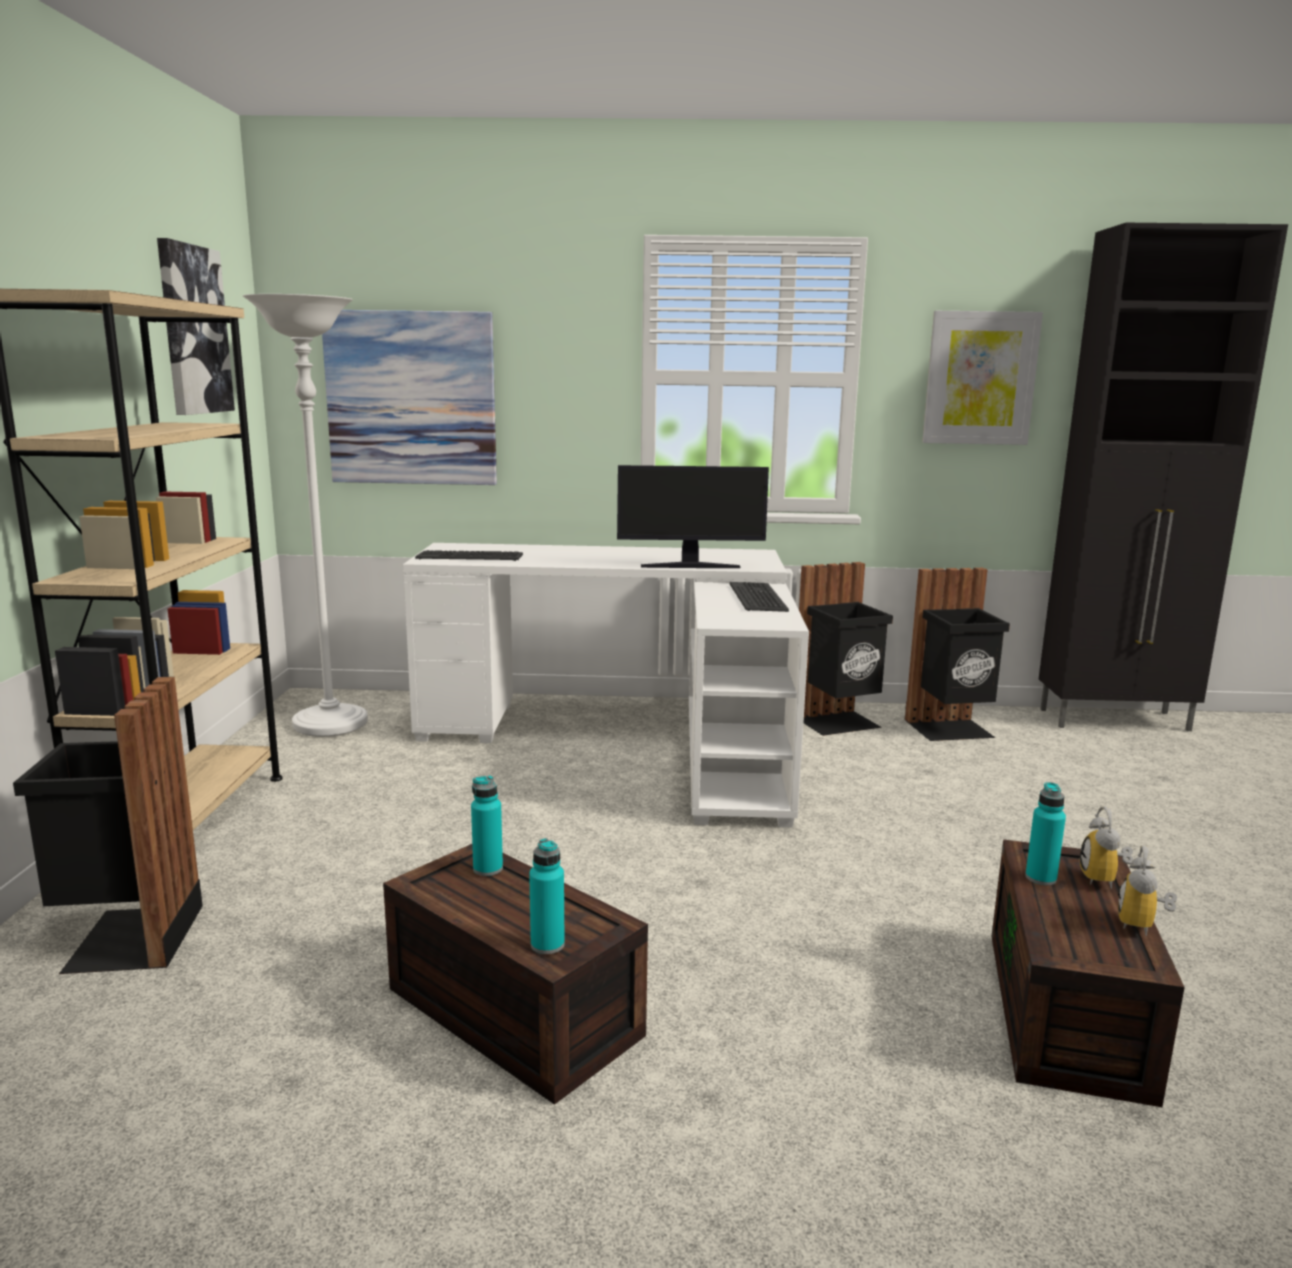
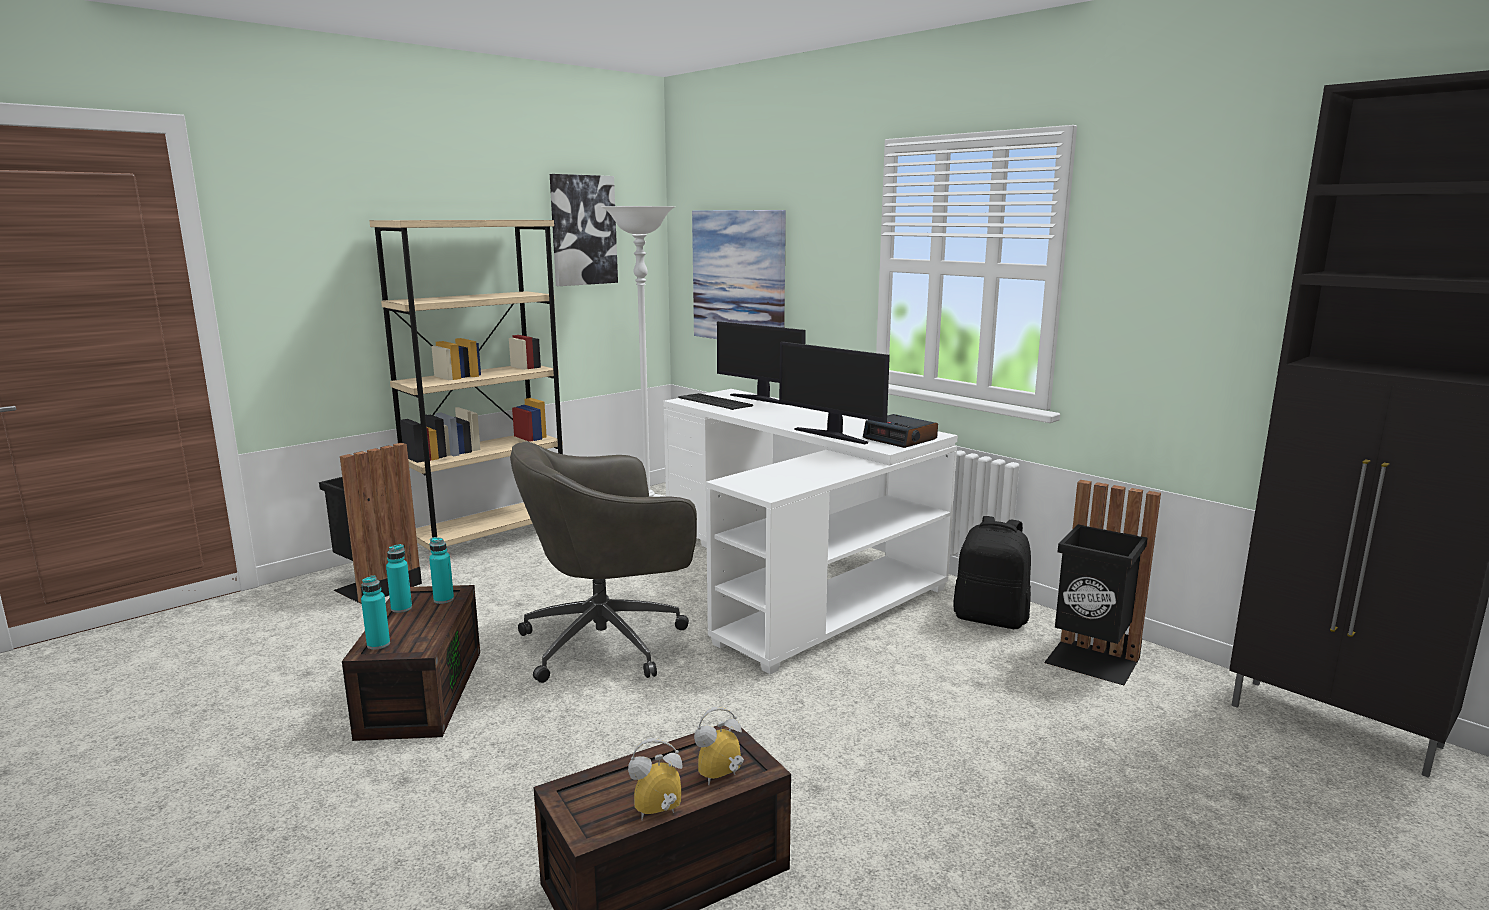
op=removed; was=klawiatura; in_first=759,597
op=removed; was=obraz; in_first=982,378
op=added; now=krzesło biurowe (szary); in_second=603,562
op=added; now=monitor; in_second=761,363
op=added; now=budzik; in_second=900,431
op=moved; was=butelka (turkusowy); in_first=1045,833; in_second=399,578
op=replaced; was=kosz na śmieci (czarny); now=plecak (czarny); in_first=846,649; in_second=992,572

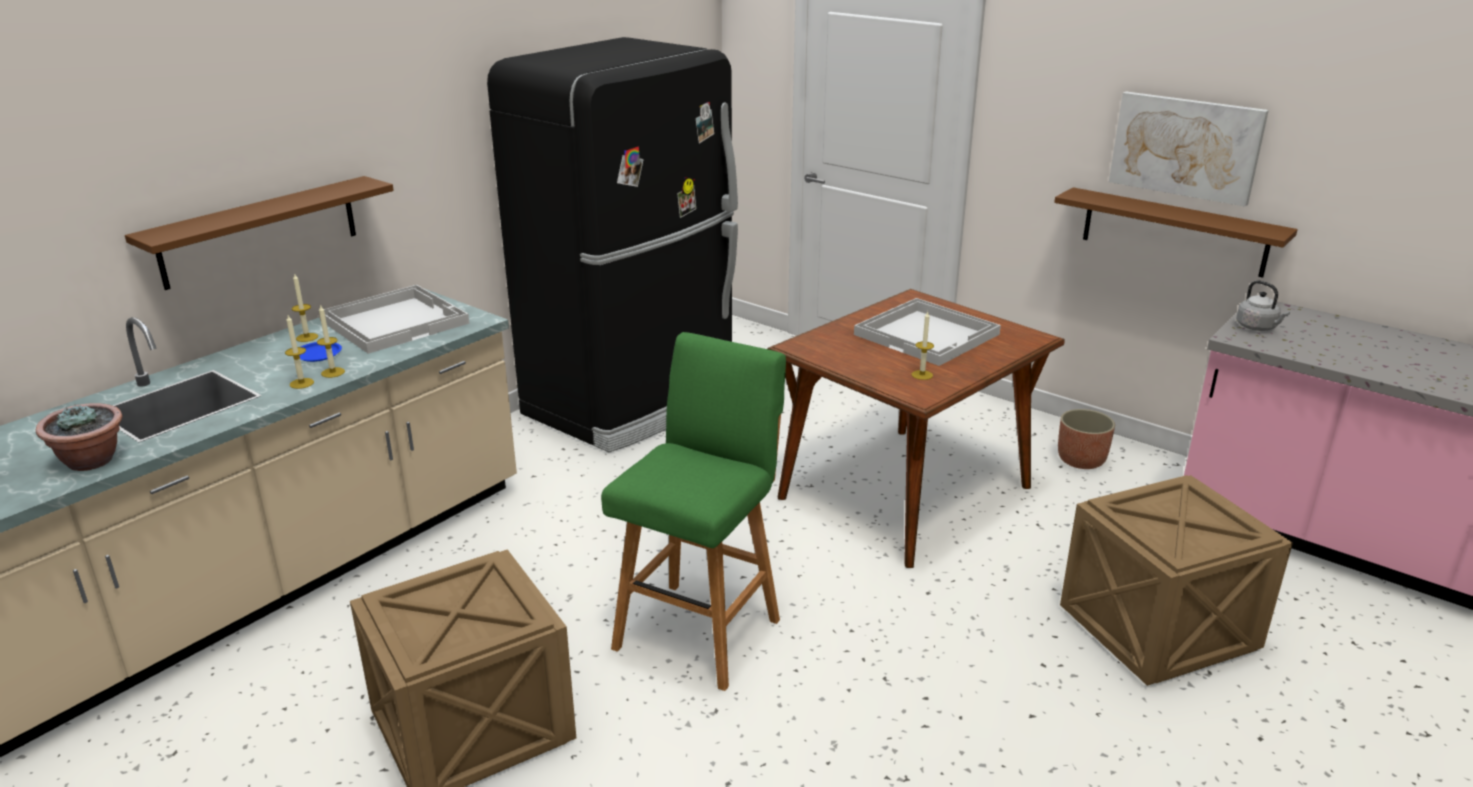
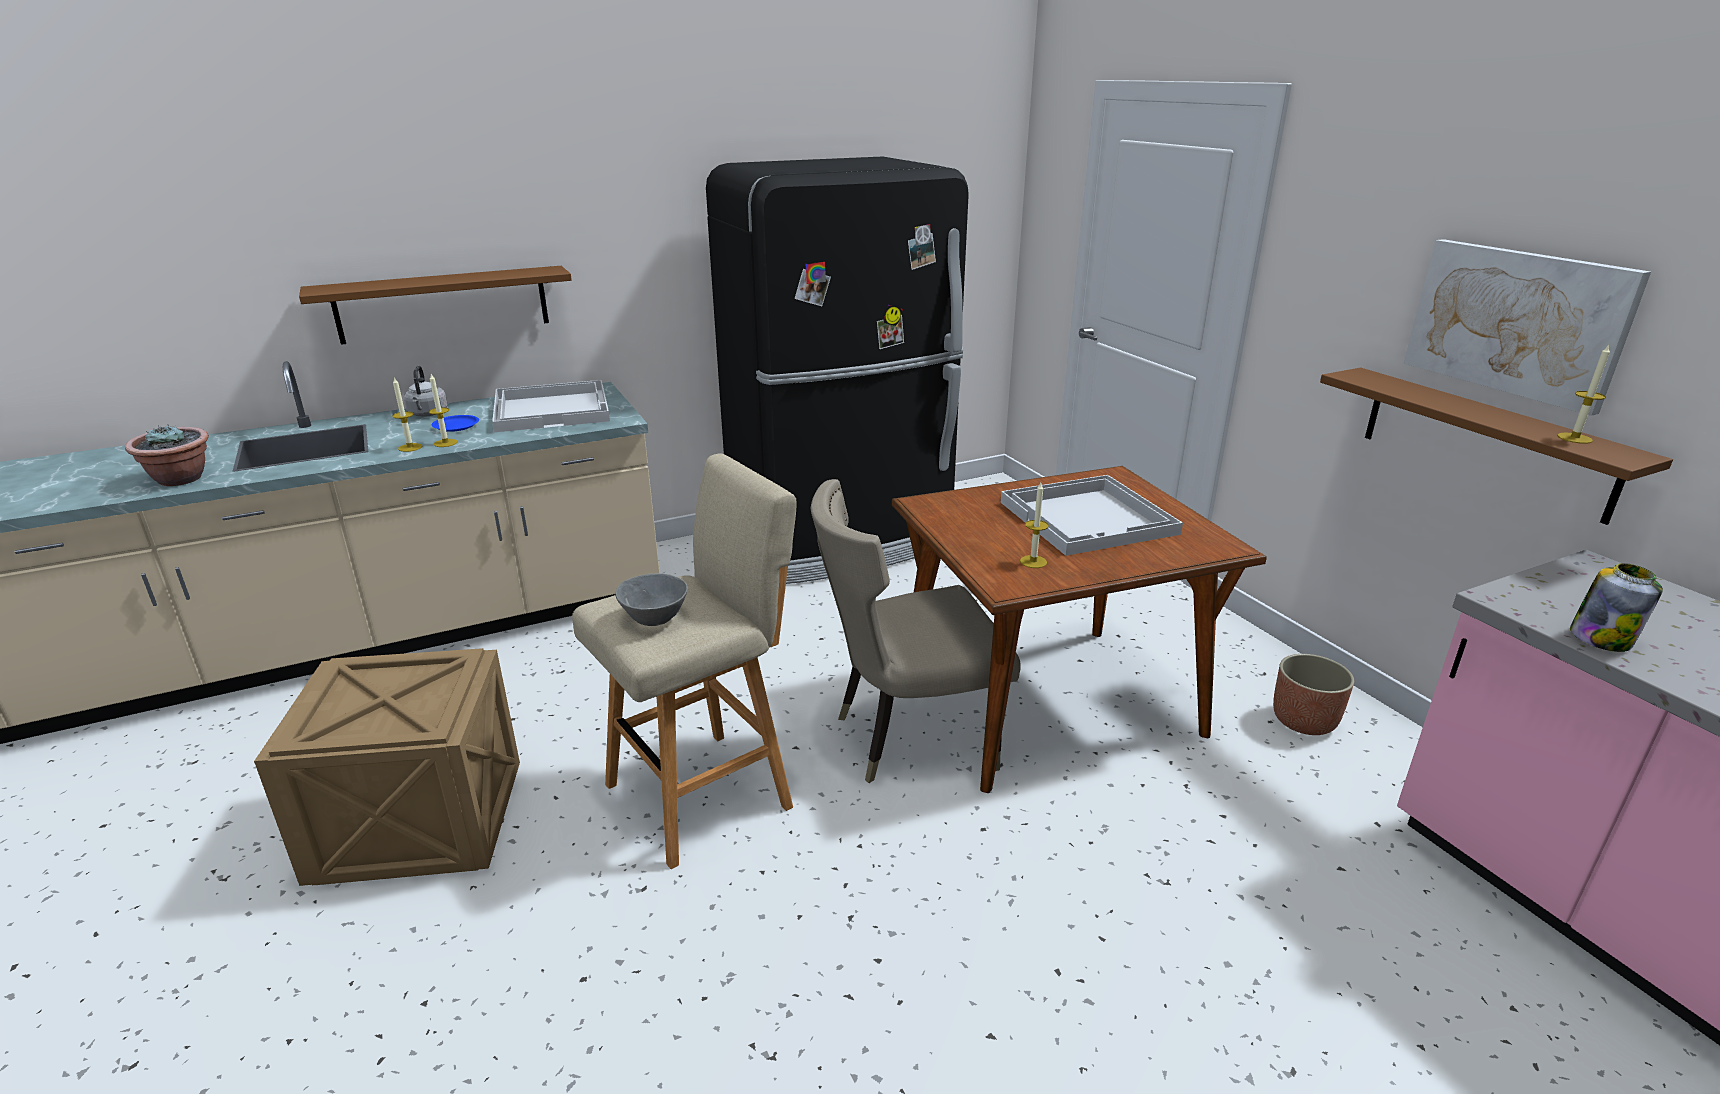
op=removed; was=skrzynka; in_first=1176,580
op=added; now=miska (szary); in_second=651,599
op=added; now=krzesło (beżowy); in_second=916,631
op=added; now=słoik; in_second=1616,607
op=moved; was=świeca; in_first=305,308; in_second=1583,394
op=moved; was=czajnik (szary); in_first=1263,305; in_second=426,391
op=recoloured; was=stołek (zielony); now=stołek (beżowy); in_first=693,511; in_second=684,661

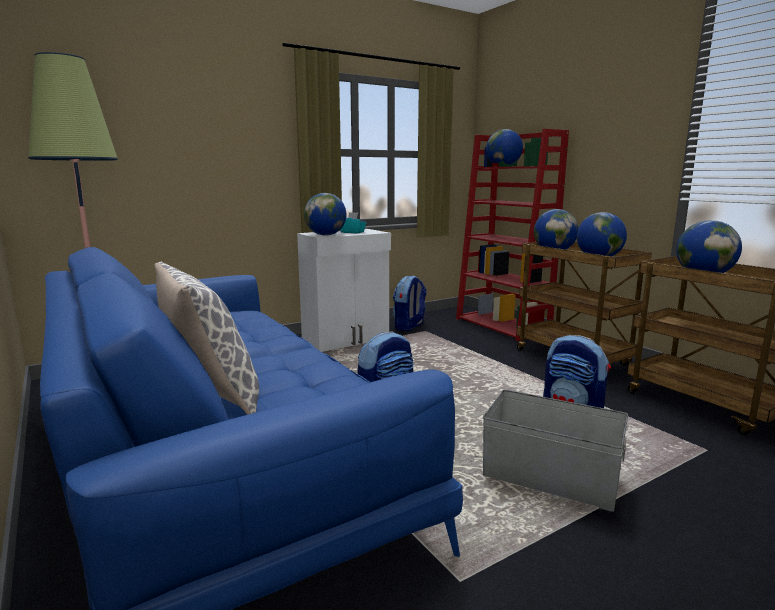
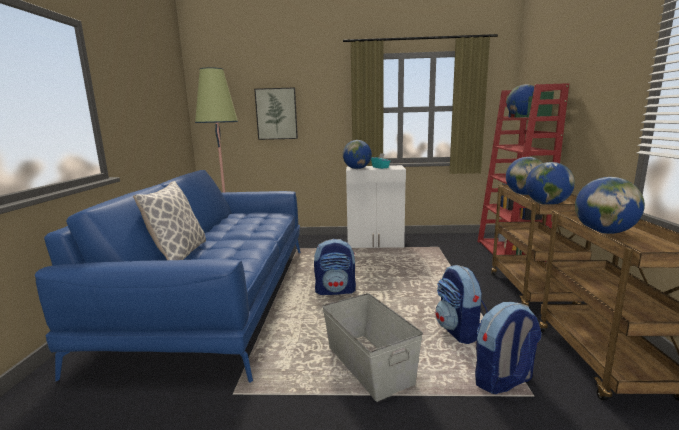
op=added; now=obraz; in_second=276,113
op=moved; was=plecak; in_first=409,303; in_second=508,348

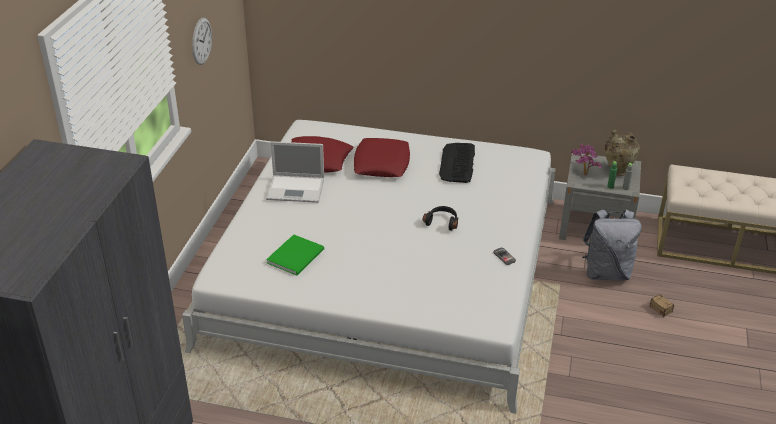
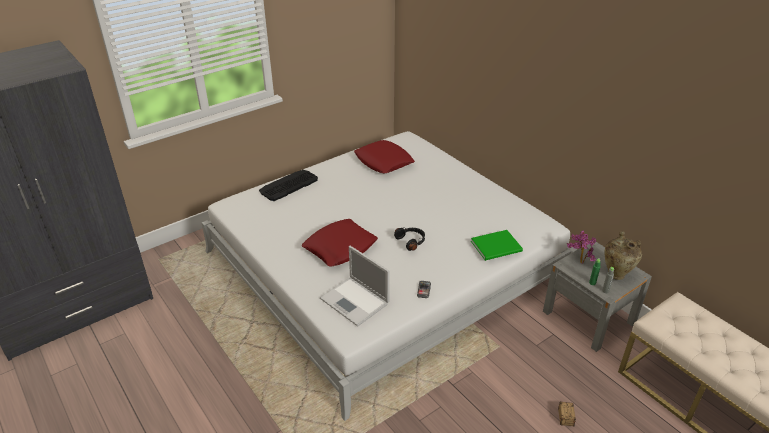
op=removed; was=zegar ścienny; in_first=202,41
op=removed; was=plecak (szary); in_first=612,245
op=moved; was=laptop; in_first=295,172; in_second=355,286
op=moved; was=książka (zielony); in_first=295,254; in_second=497,245
op=moved; was=poduszka (czerwony); in_first=382,157; in_second=340,242
op=moved; was=klawiatura; in_first=457,163; in_second=288,185

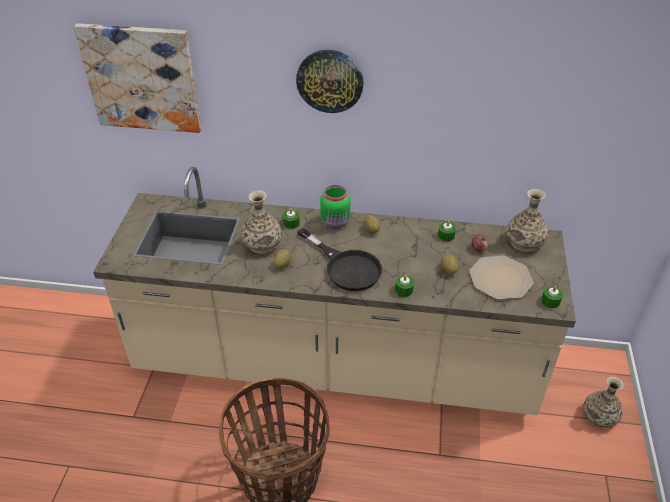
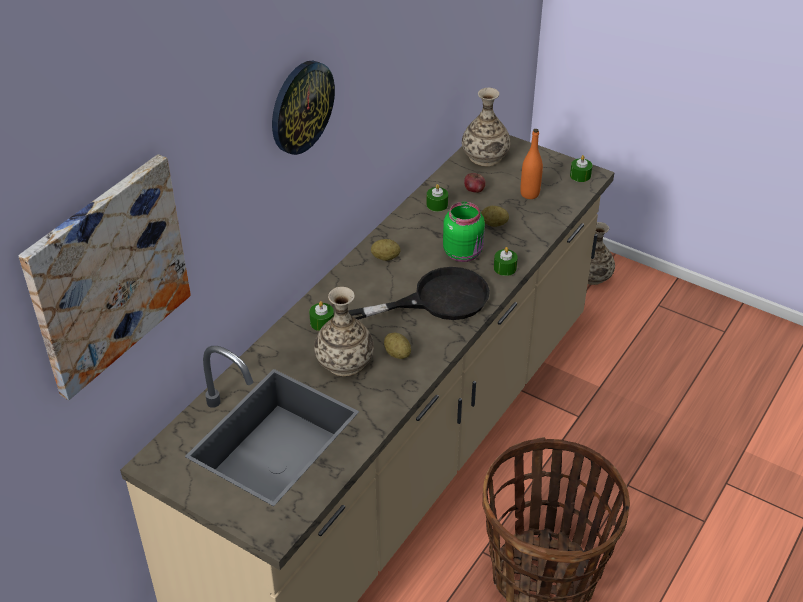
op=moved; was=słoik (zielony); in_first=335,207; in_second=464,232
op=replaced; was=talerz; now=butelka (pomarańczowy); in_first=501,278; in_second=531,164

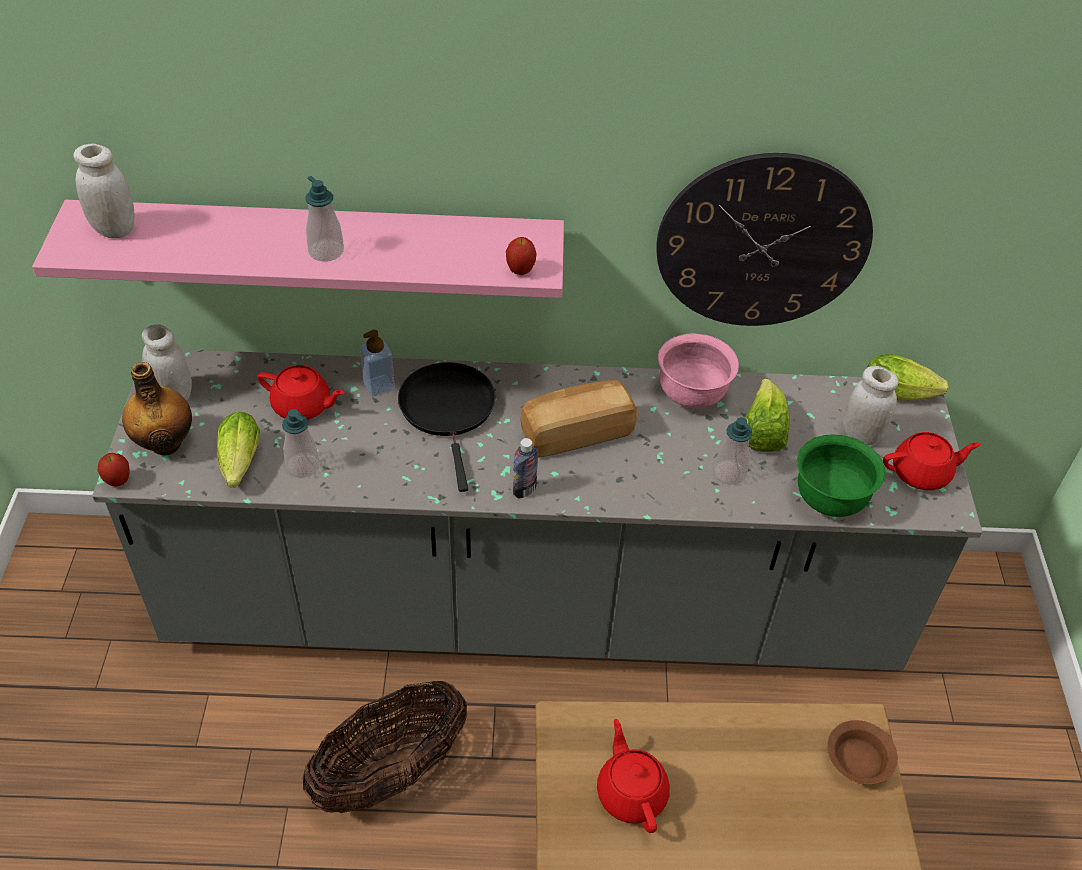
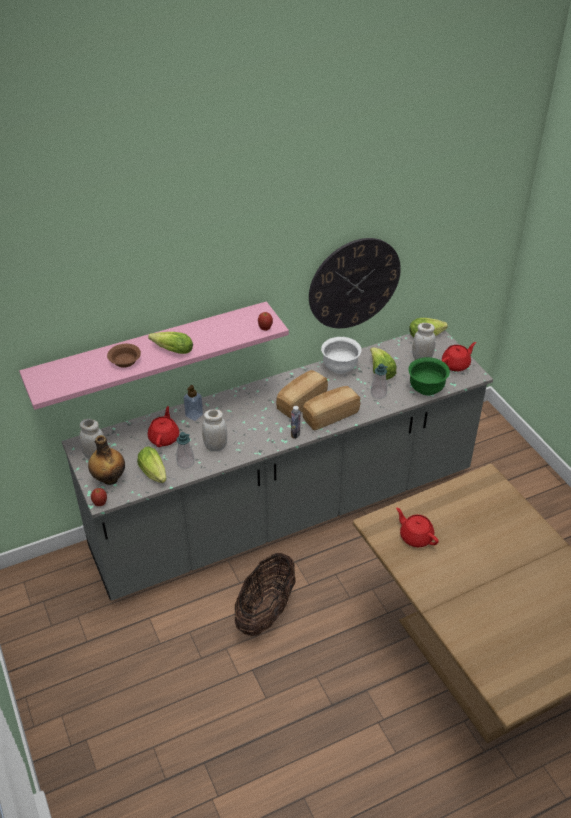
op=removed; was=patelnia (czarny); in_first=447,427
op=added; now=chleb; in_second=331,408
op=moved; was=słoik (biały); in_first=103,191; in_second=214,430
op=moved; was=miska (brązowy); in_first=862,752; in_second=124,356
op=replaced; was=dozownik mydła; now=sałata; in_first=324,219; in_second=170,343
op=recoloured; was=miska (różowy); now=miska (biały); in_first=698,371; in_second=341,355
op=turned; was=imbryk (czerwony); in_first=301,392; in_second=163,426; clockwise=-75

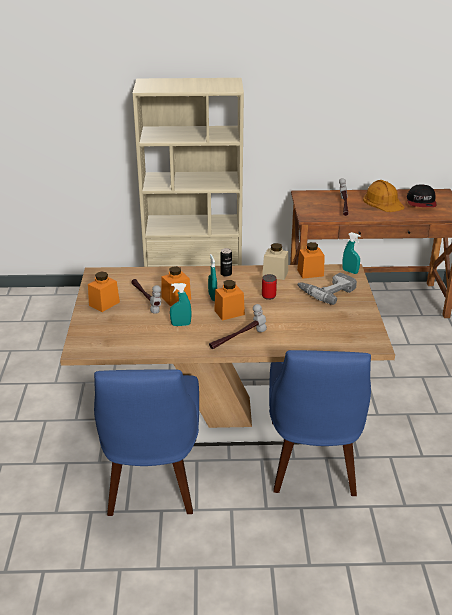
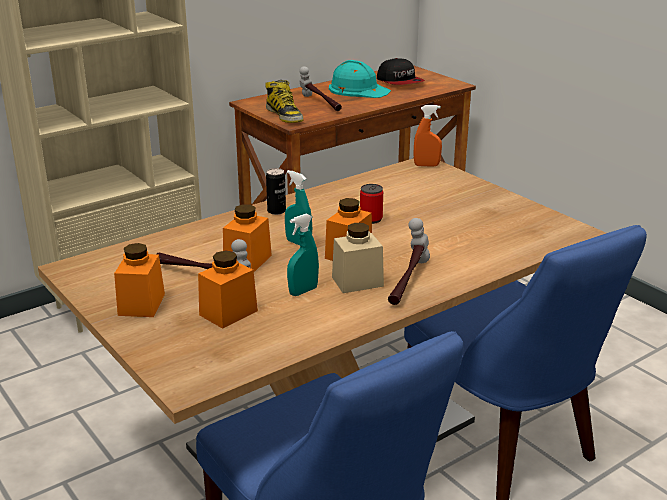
op=removed; was=wiertarka; in_first=327,289
op=added; now=but z cholewką; in_second=284,101
op=moved; was=słoik (beżowy); in_first=275,261; in_second=358,258
op=moved; was=słoik (pomarańczowy); in_first=311,260; in_second=228,290
op=recoloured; was=spryskiwacz (turkusowy); now=spryskiwacz (pomarańczowy); in_first=352,253; in_second=428,136
op=recoloured; was=kask (pomarańczowy); now=kask (turkusowy); in_first=384,196; in_second=360,79

